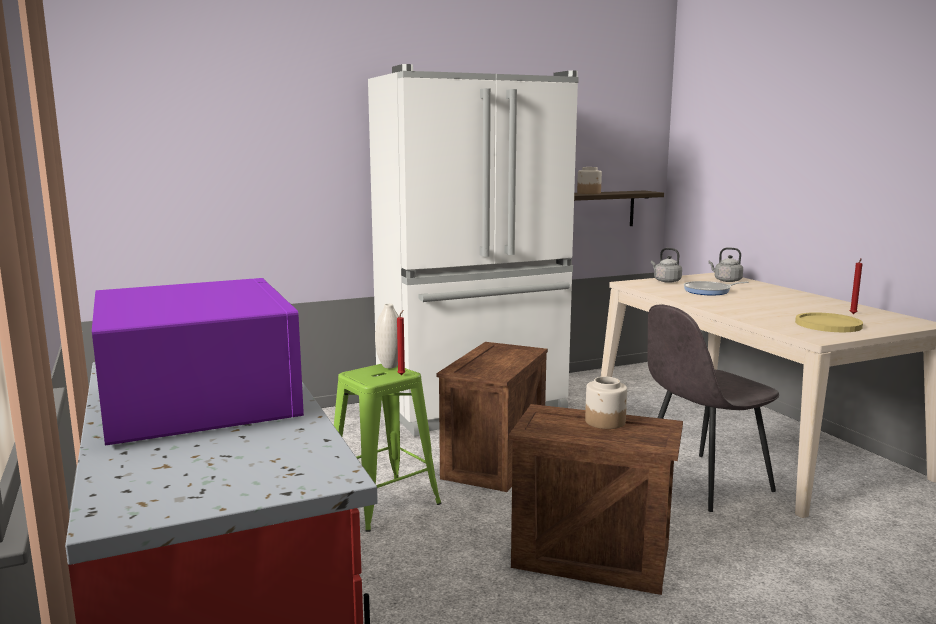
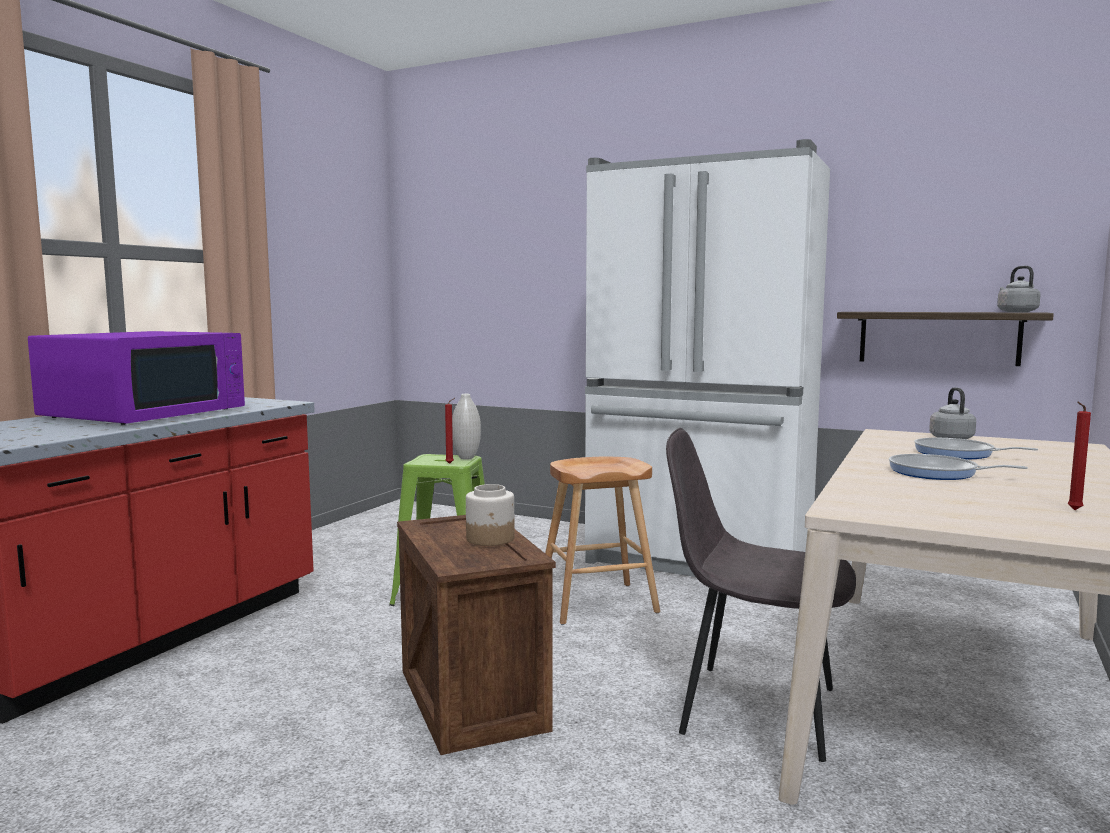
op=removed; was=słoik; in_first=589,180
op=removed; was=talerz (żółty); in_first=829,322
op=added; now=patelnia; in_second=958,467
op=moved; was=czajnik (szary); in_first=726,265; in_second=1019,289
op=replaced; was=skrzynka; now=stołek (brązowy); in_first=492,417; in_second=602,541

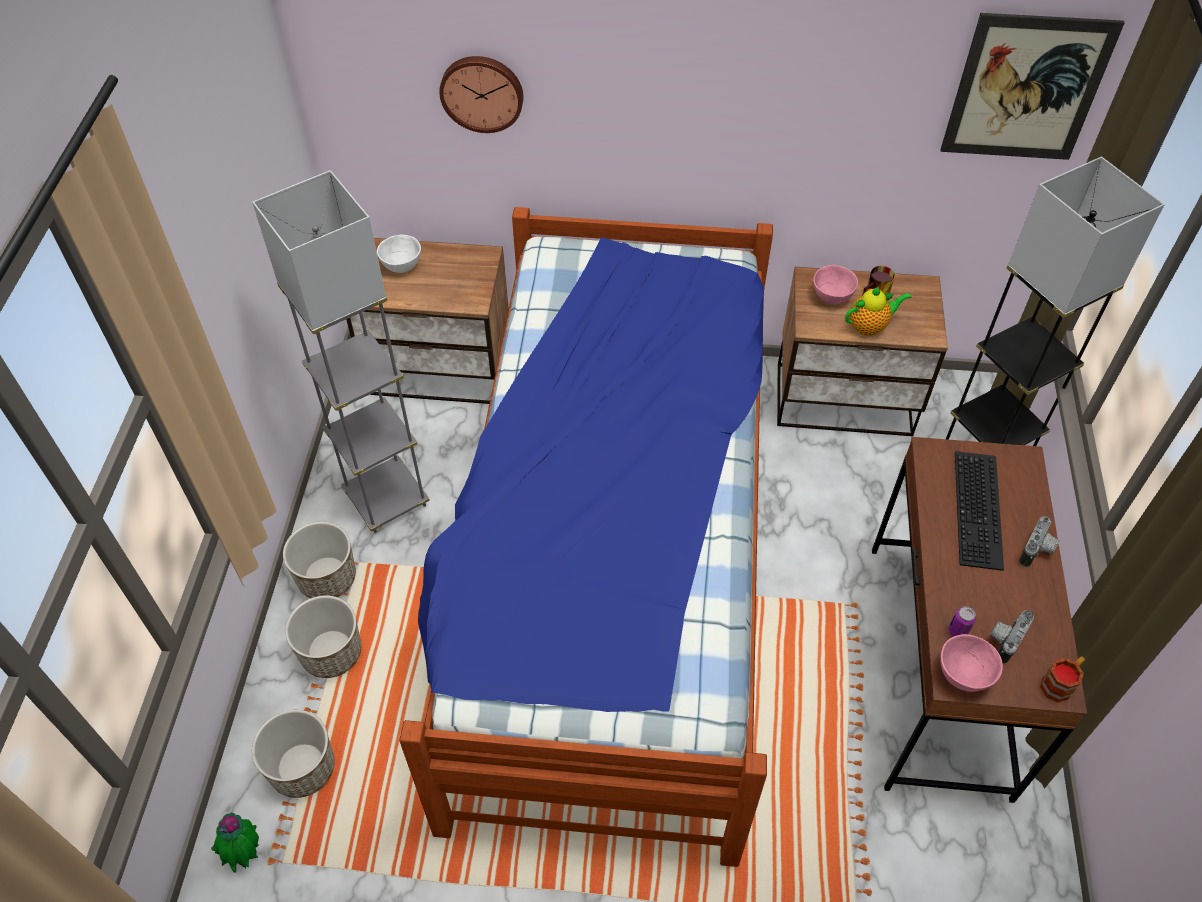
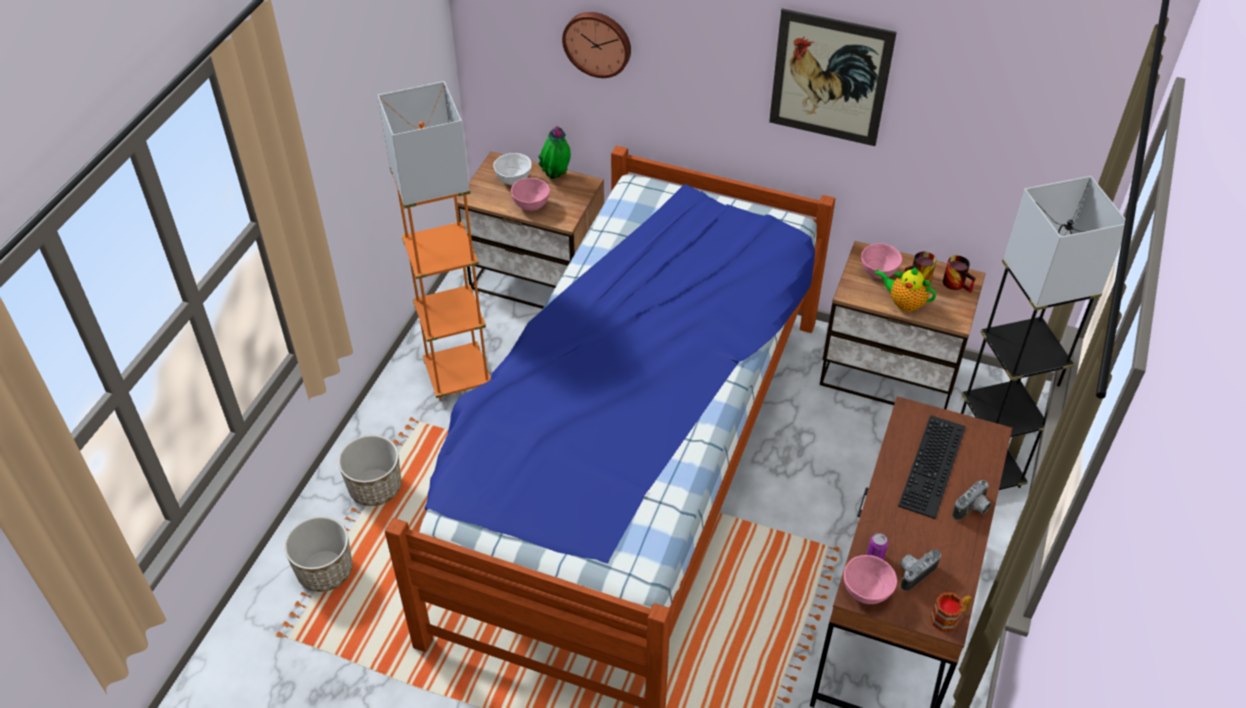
op=removed; was=donica; in_first=319,560
op=added; now=miska (różowy); in_second=530,194
op=added; now=kubek; in_second=959,274
op=moved; was=roślina doniczkowa; in_first=235,843; in_second=554,152
op=moved; was=obraz; in_first=1032,86; in_second=833,77
op=recoloured; was=lampa stojąca (szary); now=lampa stojąca (pomarańczowy); in_first=341,351; in_second=434,241
op=turned; was=imbryk; in_first=878,311; in_second=905,289; clockwise=-150

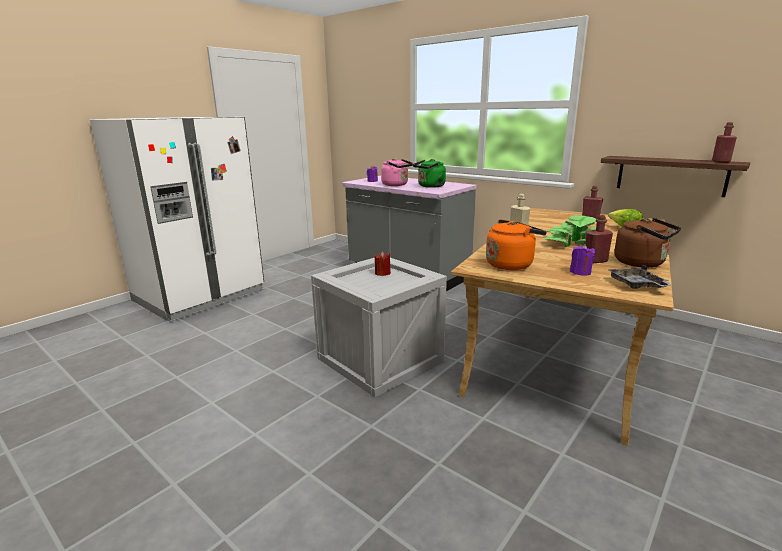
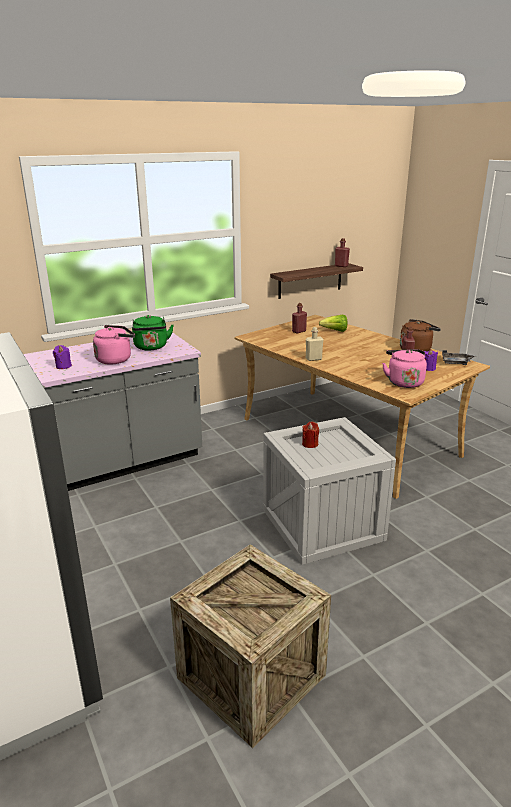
op=removed; was=roślina doniczkowa; in_first=570,231
op=added; now=skrzynka; in_second=250,646
op=recoloured; was=czajnik (pomarańczowy); now=czajnik (różowy); in_first=516,244; in_second=404,368

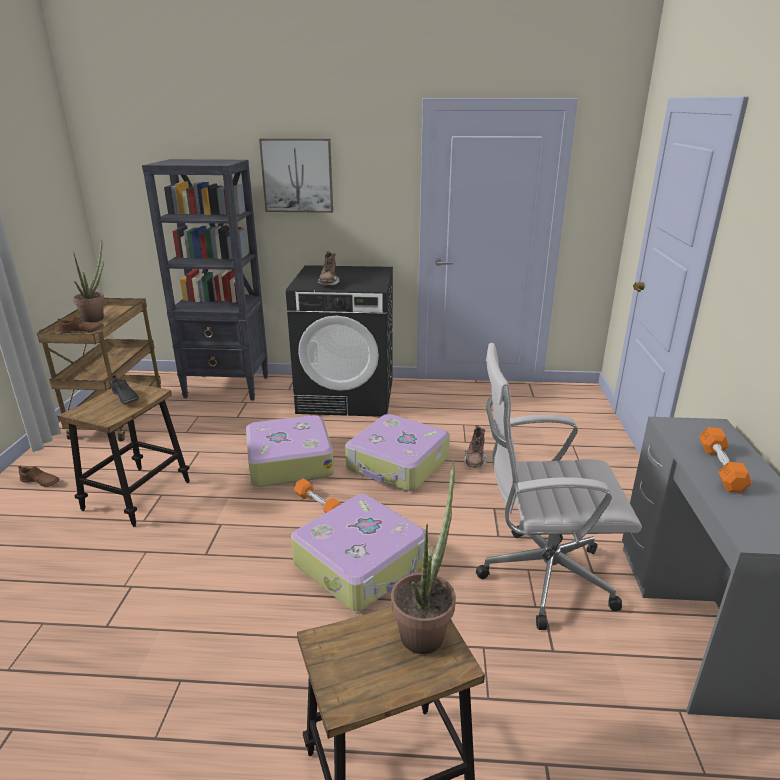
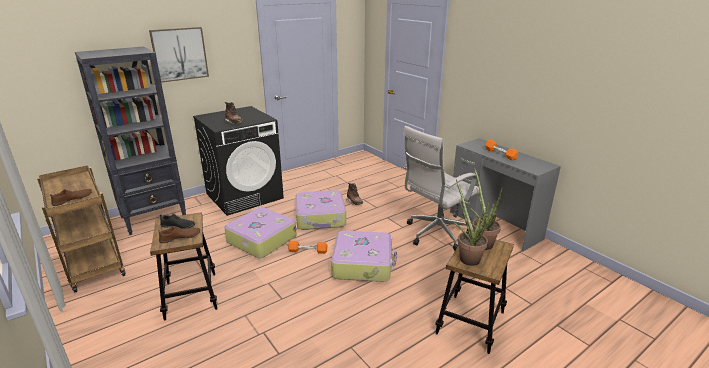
op=moved; was=but (brązowy); in_first=38,476; in_second=179,234
op=moved; was=roślina doniczkowa; in_first=88,281; in_second=471,223

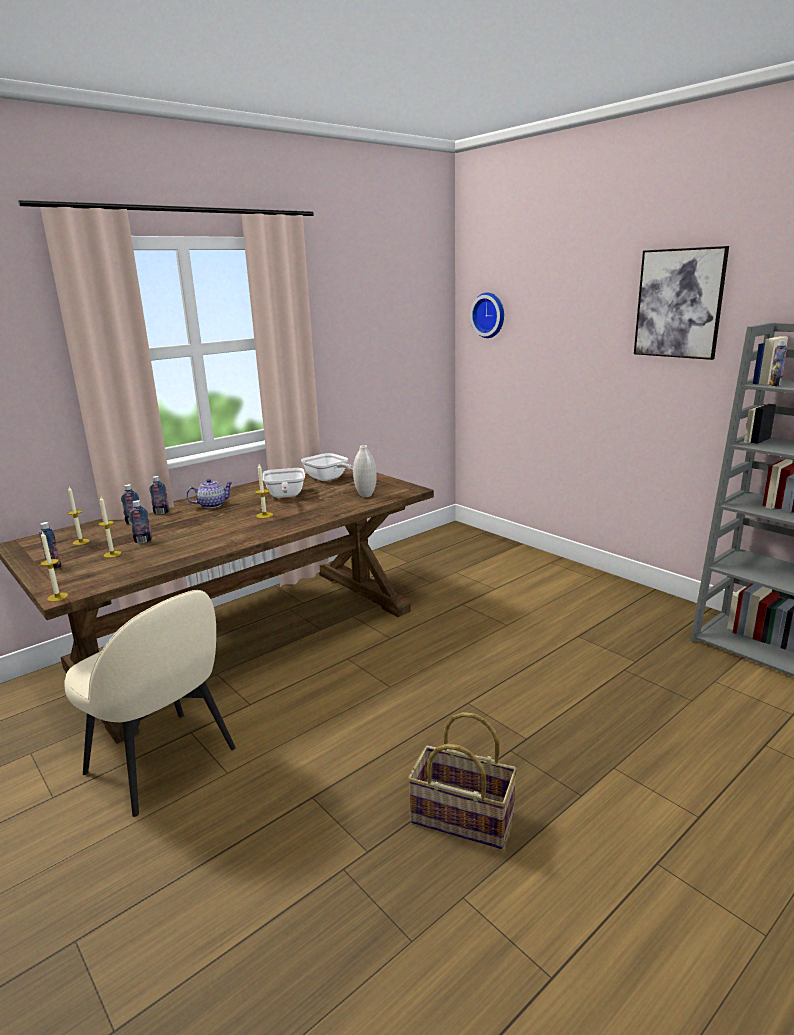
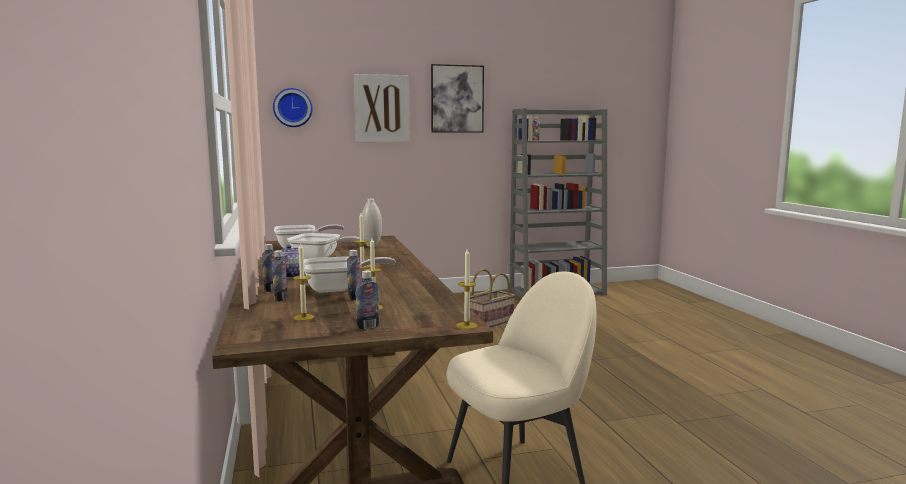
op=added; now=patelnia; in_second=350,274
op=added; now=obraz; in_second=382,108
op=moved; was=koszyk; in_first=462,780; in_second=492,298

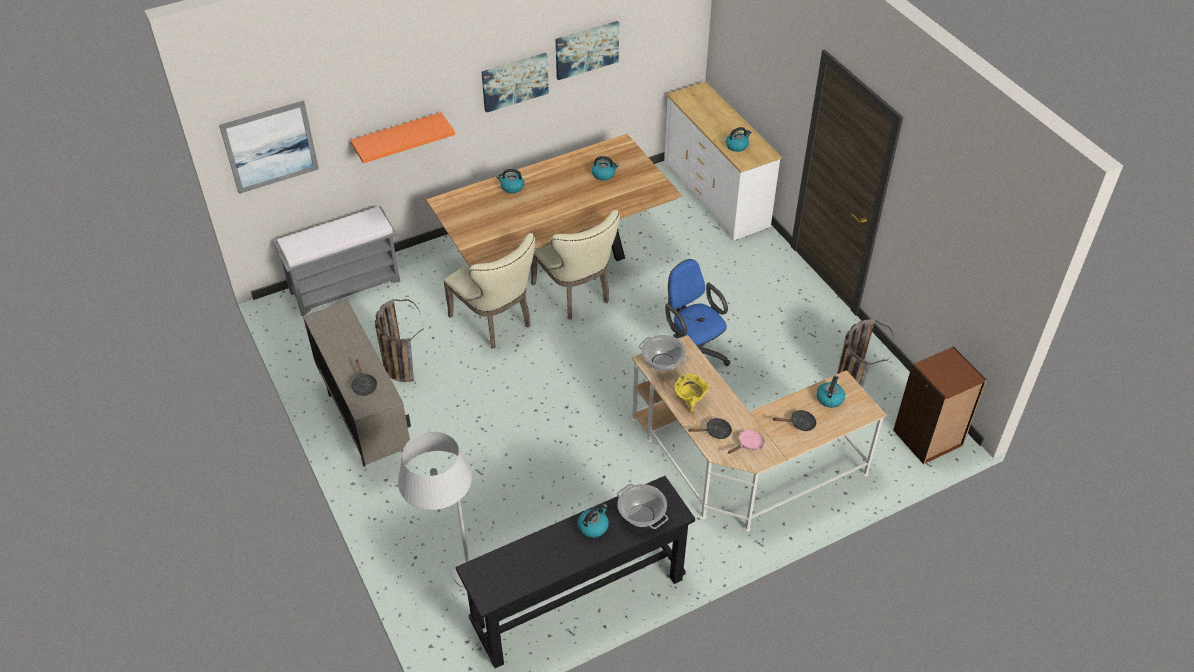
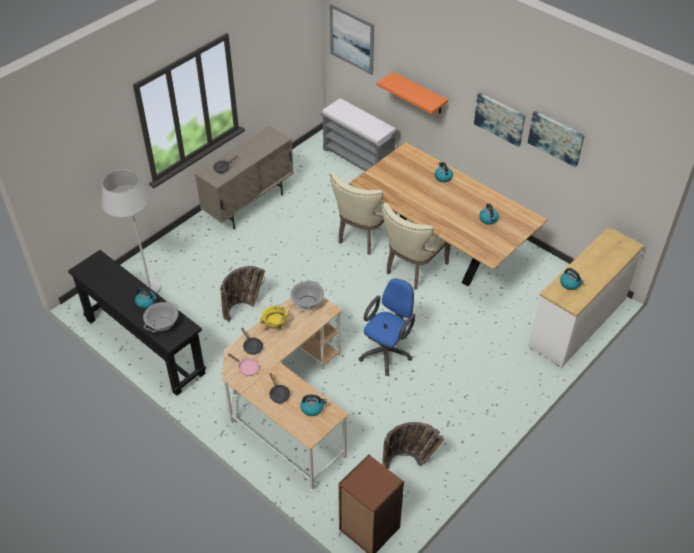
op=moved; was=koszyk; in_first=399,340; in_second=242,294

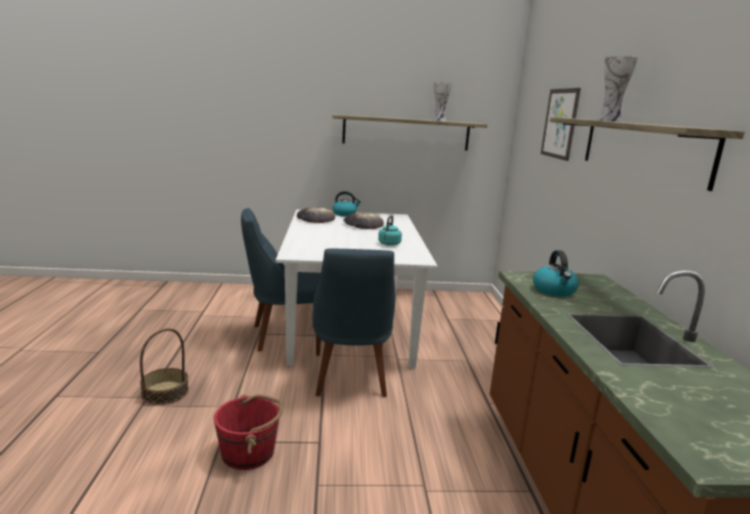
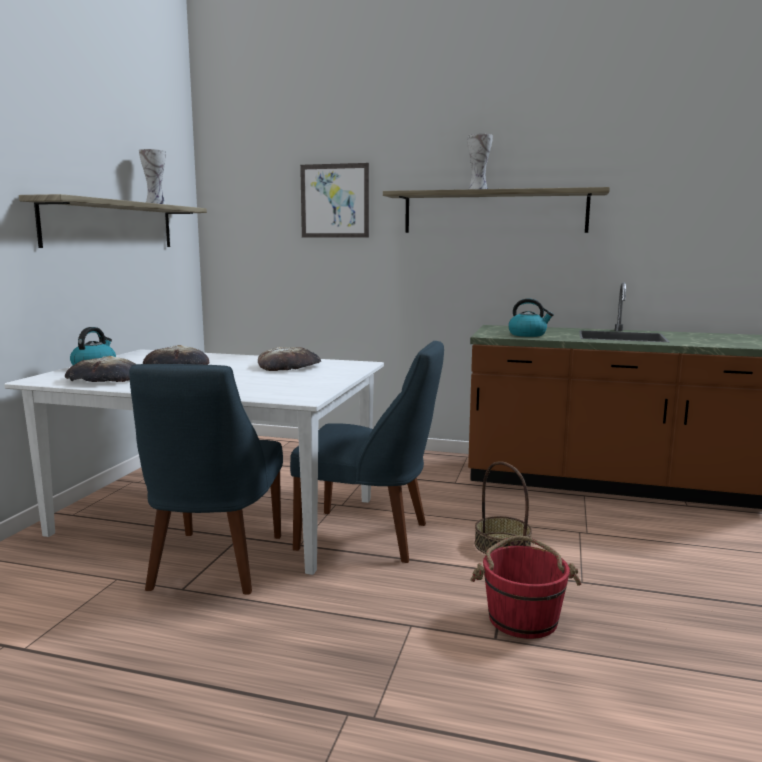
op=moved; was=koszyk; in_first=164,366; in_second=503,507
op=replaced; was=czajnik (turkusowy); now=chleb; in_first=390,230; in_second=289,359

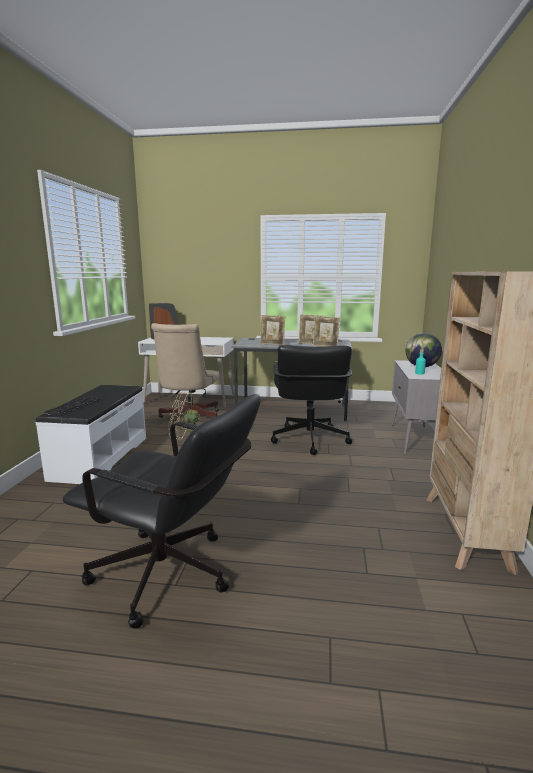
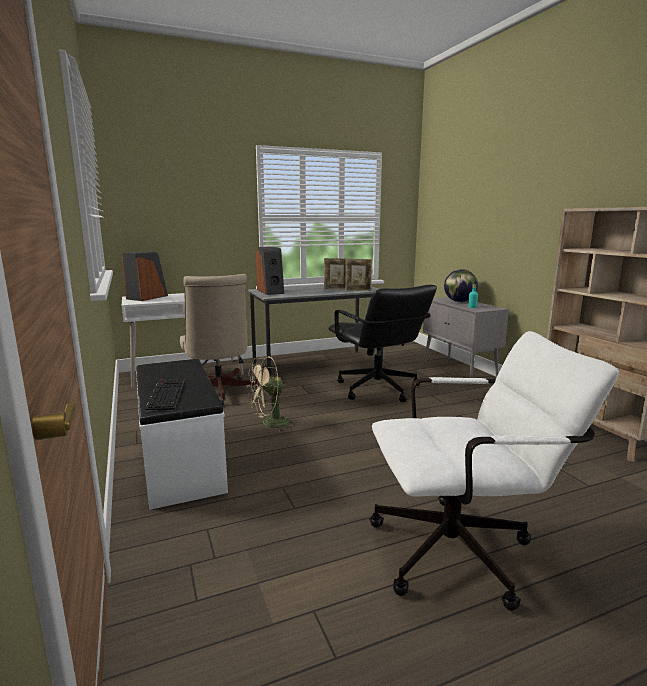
op=removed; was=ramka na zdjęcie; in_first=272,330
op=added; now=głośnik; in_second=270,271
op=recoloured; was=krzesło biurowe (czarny); now=krzesło biurowe (biały); in_first=161,511; in_second=494,471

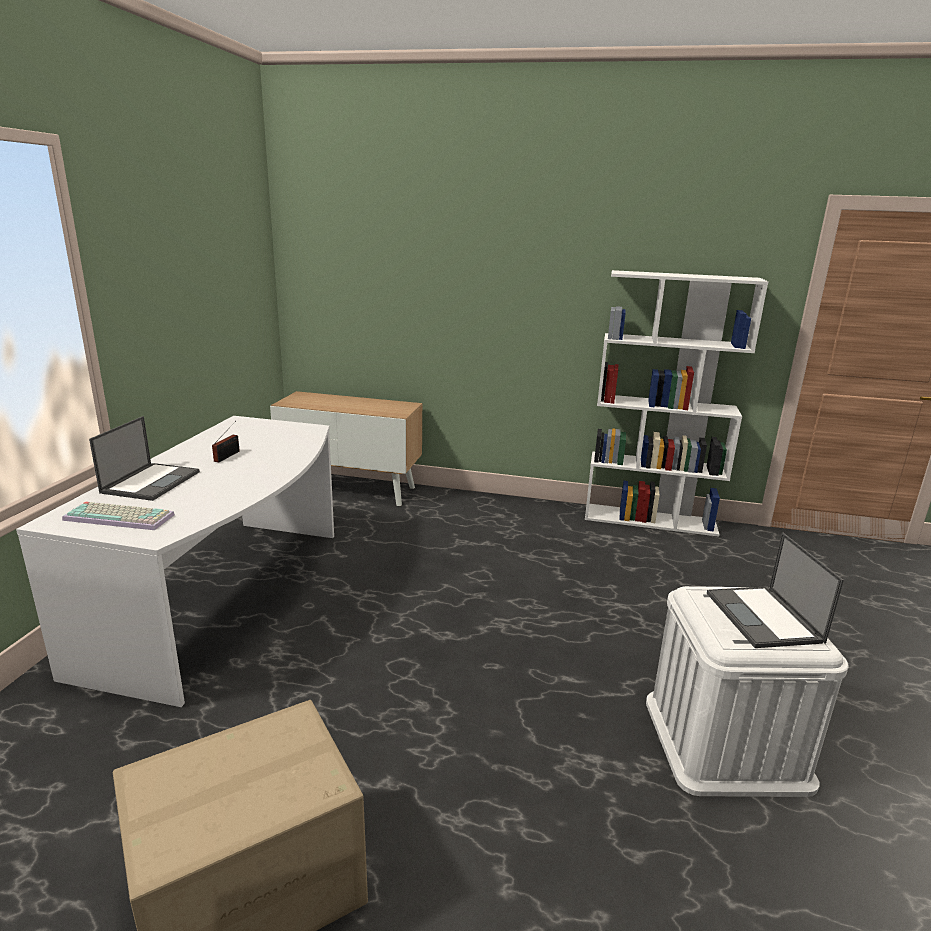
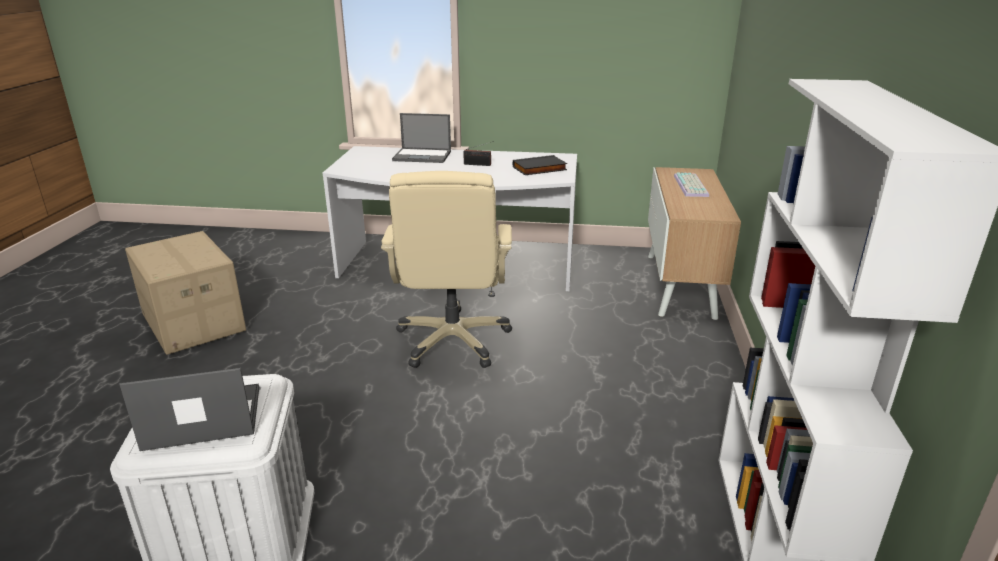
op=added; now=krzesło biurowe (beżowy); in_second=446,269
op=added; now=książka (czarny); in_second=540,165
op=moved; was=klawiatura; in_first=118,516; in_second=691,185

